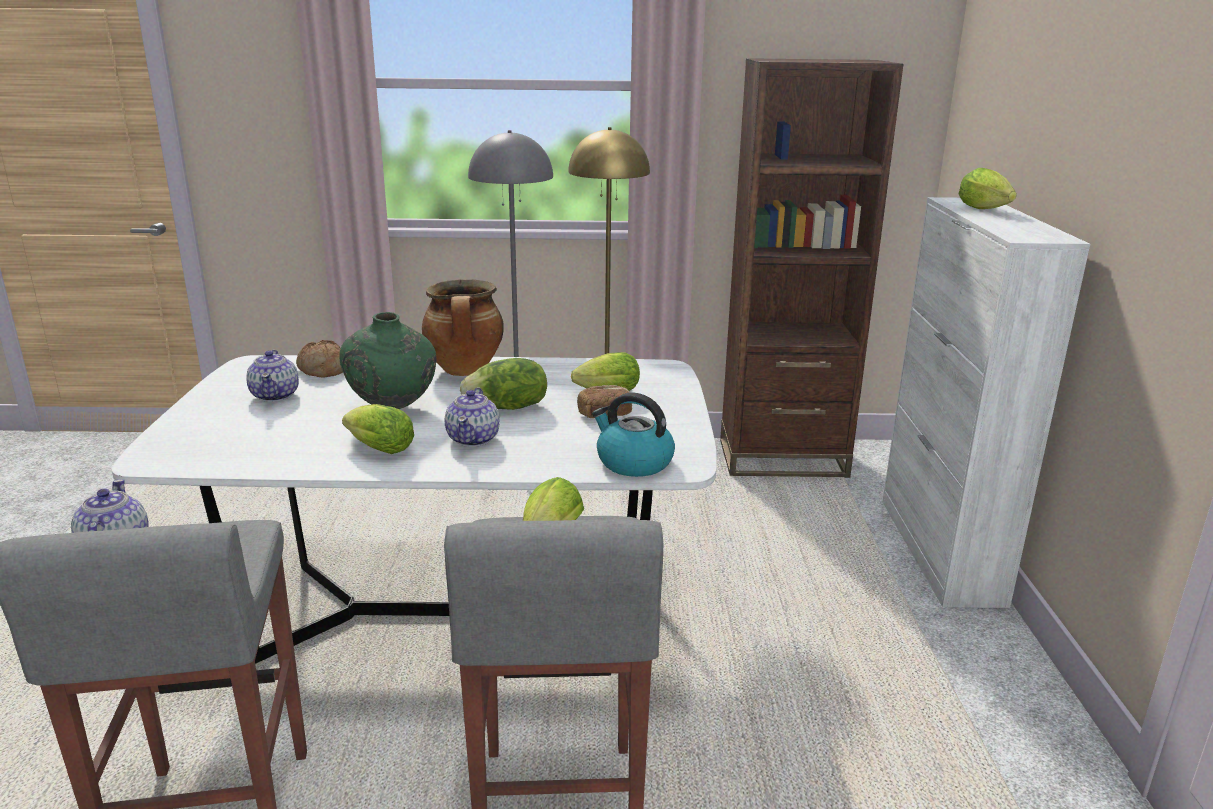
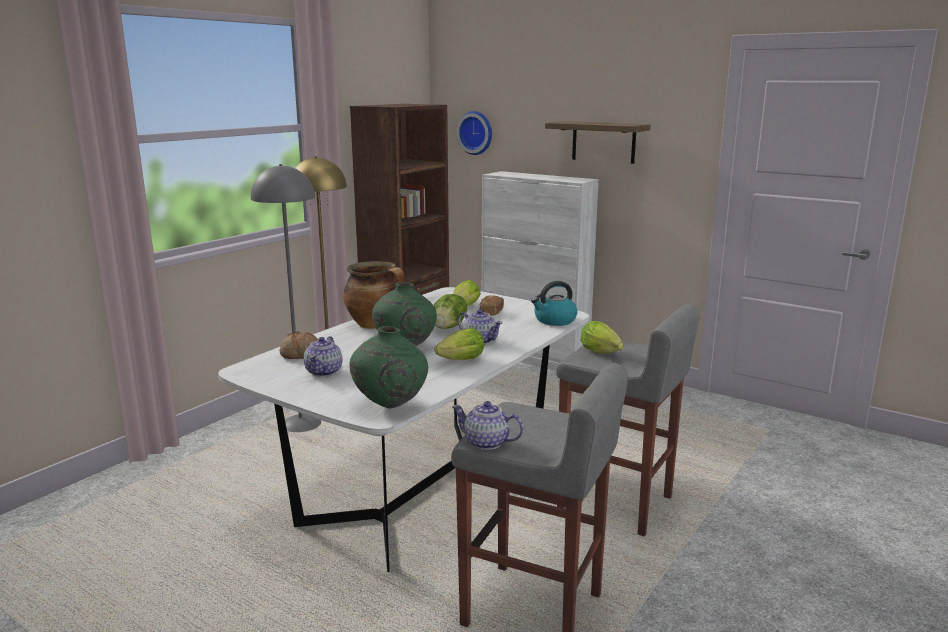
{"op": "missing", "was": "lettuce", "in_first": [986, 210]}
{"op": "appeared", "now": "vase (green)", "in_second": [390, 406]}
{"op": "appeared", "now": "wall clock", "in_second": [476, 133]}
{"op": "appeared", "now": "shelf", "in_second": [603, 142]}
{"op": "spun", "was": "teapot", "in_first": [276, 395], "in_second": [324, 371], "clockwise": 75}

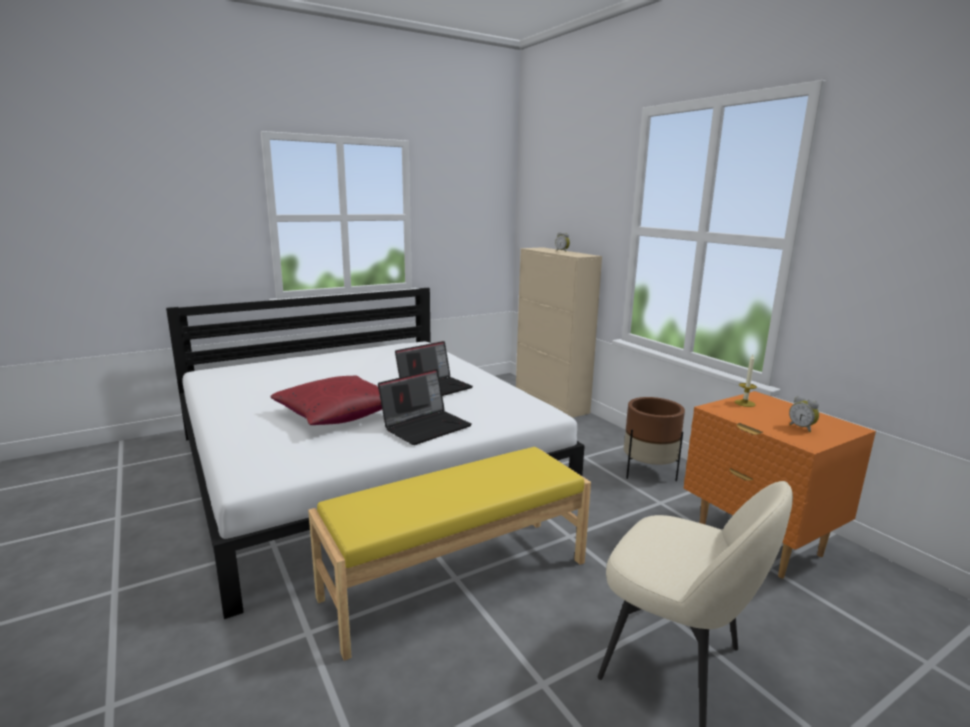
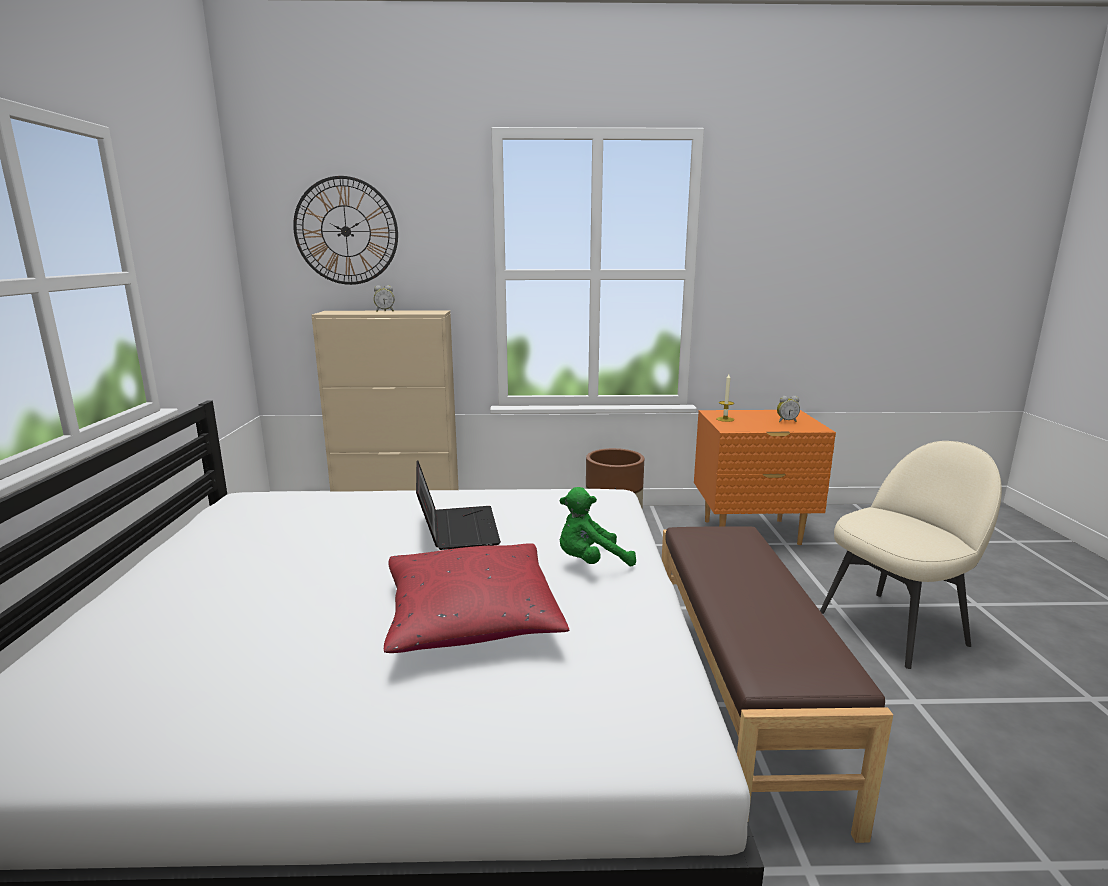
{"op": "appeared", "now": "wall clock", "in_second": [346, 231]}
{"op": "exchanged", "was": "laptop", "now": "plush toy (green)", "in_first": [426, 426], "in_second": [590, 562]}
{"op": "colour", "was": "bench (yellow)", "now": "bench (brown)", "in_first": [456, 578], "in_second": [737, 703]}

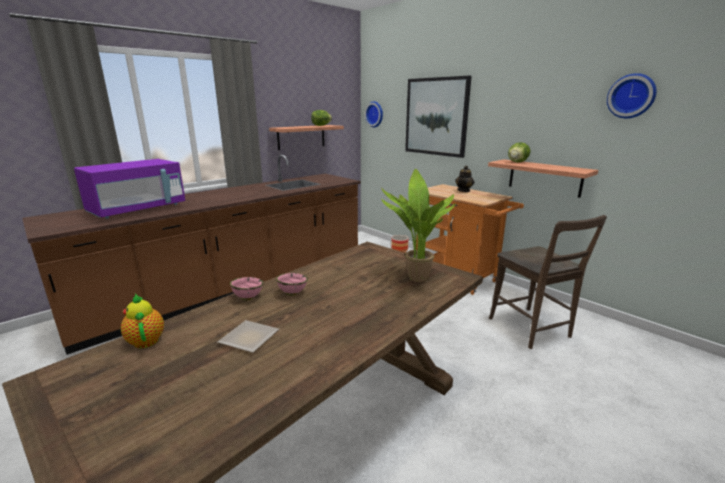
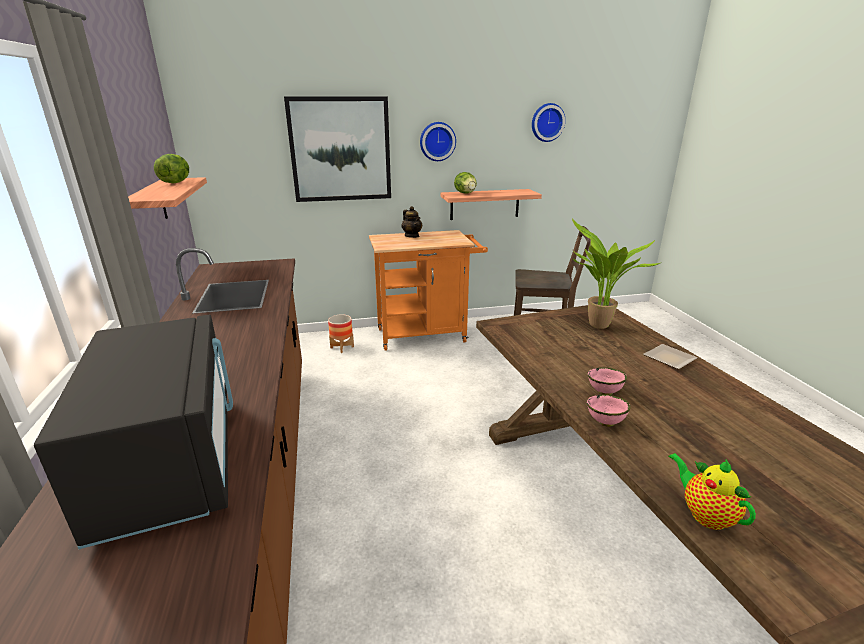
{"op": "relocated", "was": "plate", "in_first": [251, 338], "in_second": [668, 358]}
{"op": "relocated", "was": "wall clock", "in_first": [375, 114], "in_second": [437, 141]}
{"op": "colour", "was": "microwave (purple)", "now": "microwave (black)", "in_first": [138, 209], "in_second": [172, 461]}
{"op": "spun", "was": "teapot", "in_first": [146, 340], "in_second": [704, 514], "clockwise": 60}

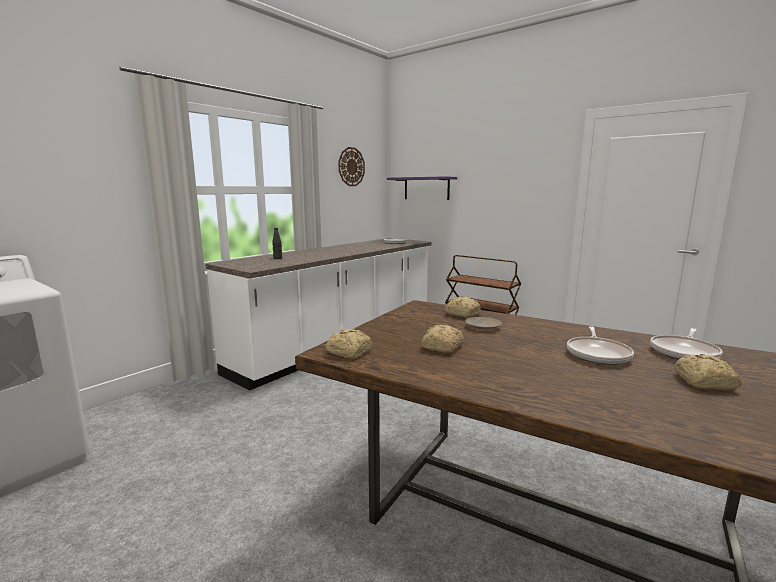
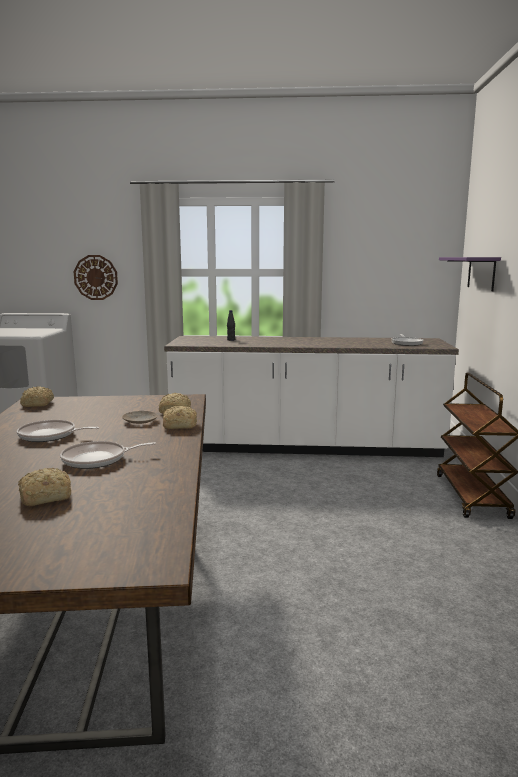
{"op": "relocated", "was": "wall clock", "in_first": [351, 167], "in_second": [96, 277]}
{"op": "relocated", "was": "bread", "in_first": [442, 347], "in_second": [179, 425]}
{"op": "relocated", "was": "frying pan", "in_first": [684, 352], "in_second": [50, 436]}

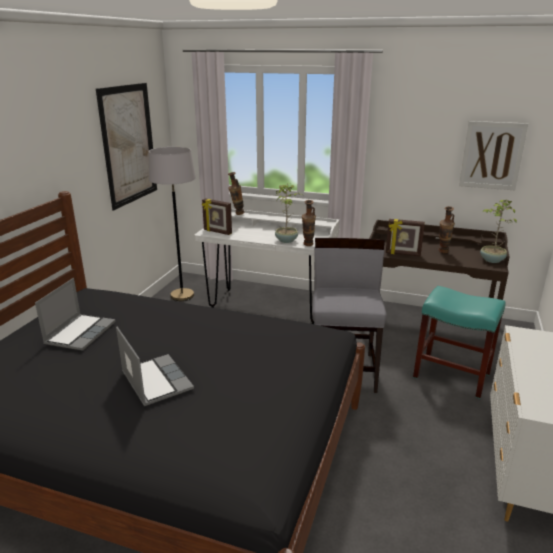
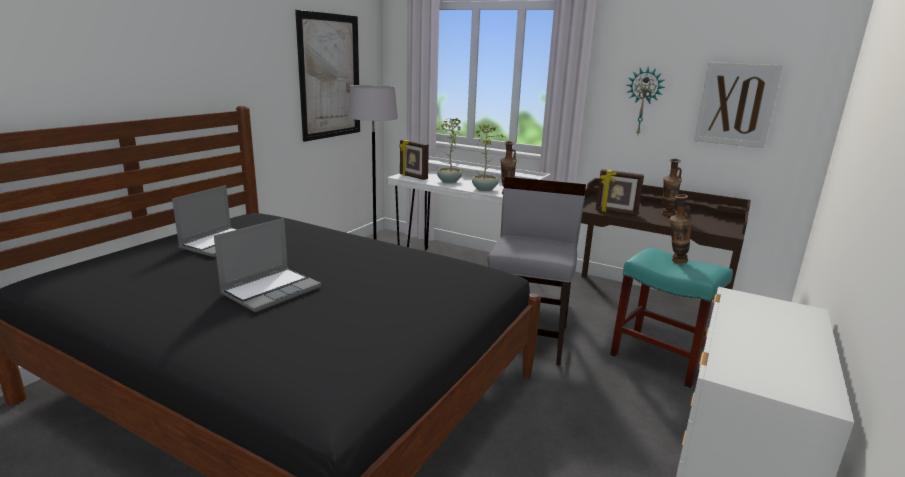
{"op": "appeared", "now": "wall clock", "in_second": [643, 101]}
{"op": "relocated", "was": "vase", "in_first": [236, 214], "in_second": [674, 261]}
{"op": "relocated", "was": "potted plant", "in_first": [491, 260], "in_second": [448, 181]}
{"op": "spun", "was": "laptop", "in_first": [155, 381], "in_second": [271, 290], "clockwise": 60}

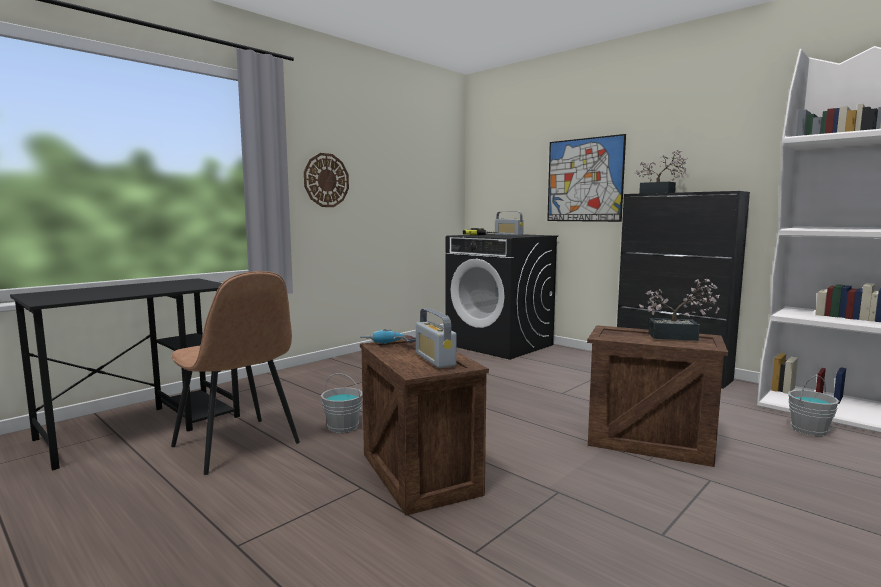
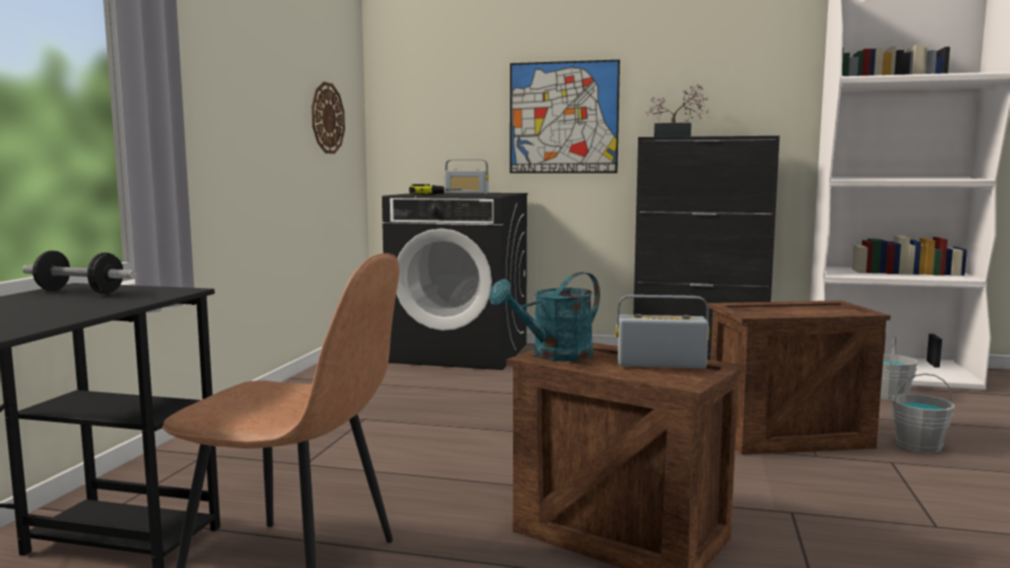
{"op": "missing", "was": "potted plant", "in_first": [679, 337]}
{"op": "appeared", "now": "dumbbell", "in_second": [80, 292]}
{"op": "relocated", "was": "wall clock", "in_first": [326, 180], "in_second": [327, 118]}
{"op": "relocated", "was": "bucket (grey)", "in_first": [343, 426], "in_second": [918, 445]}
{"op": "exchanged", "was": "power drill", "now": "watering can (turquoise)", "in_first": [388, 345], "in_second": [553, 356]}
{"op": "spun", "was": "radio", "in_first": [435, 359], "in_second": [660, 364], "clockwise": 150}

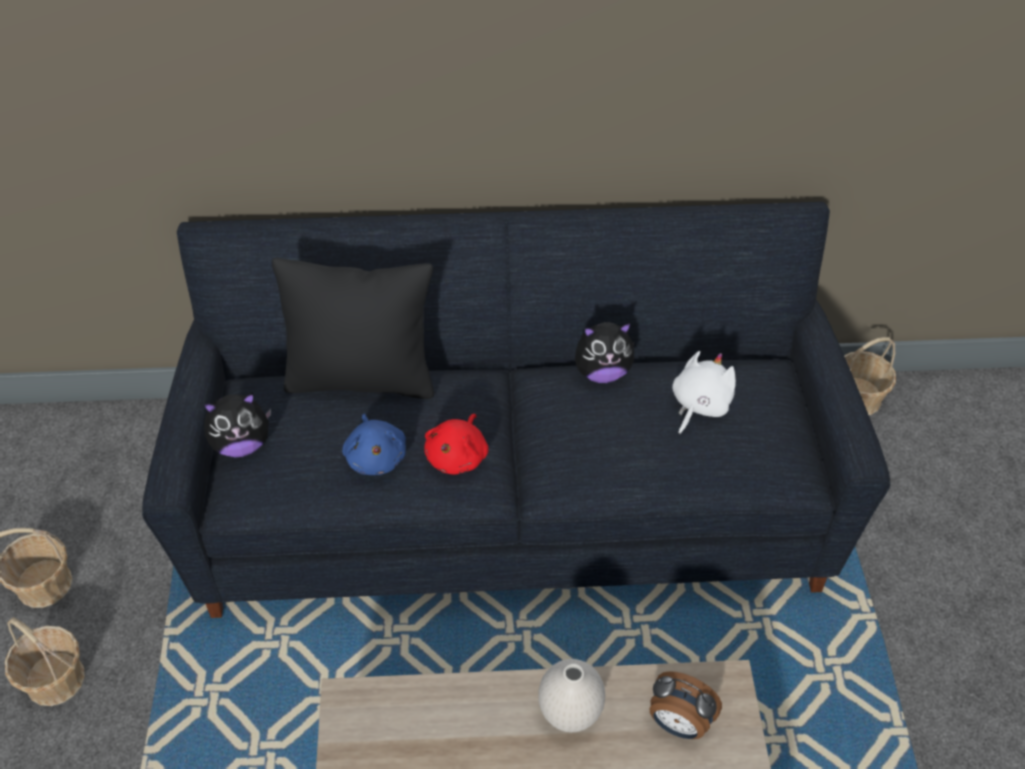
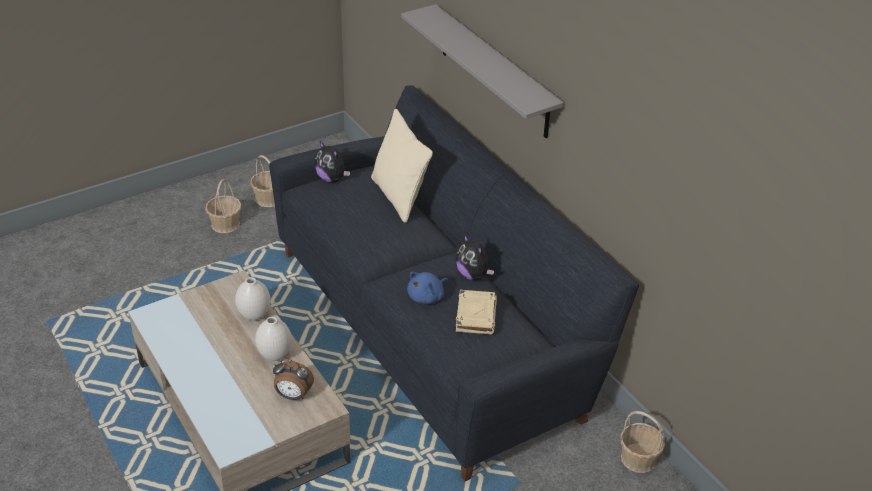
{"op": "missing", "was": "plush toy (red)", "in_first": [458, 456]}
{"op": "appeared", "now": "vase (white)", "in_second": [254, 315]}
{"op": "appeared", "now": "shelf (grey)", "in_second": [494, 72]}
{"op": "relocated", "was": "plush toy (blue)", "in_first": [376, 456], "in_second": [427, 297]}
{"op": "exchanged", "was": "plush toy (white)", "now": "book (beige)", "in_first": [699, 405], "in_second": [475, 315]}
{"op": "colour", "was": "pillow (black)", "now": "pillow (beige)", "in_first": [362, 379], "in_second": [399, 197]}
{"op": "spun", "was": "alarm clock", "in_first": [678, 723], "in_second": [293, 396], "clockwise": -75}

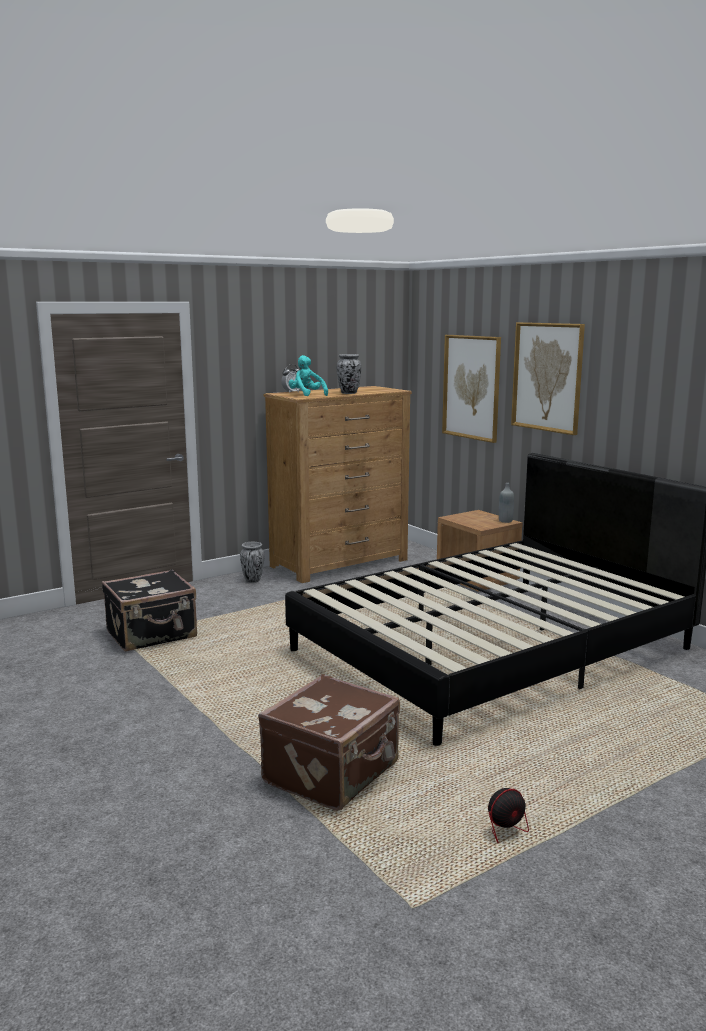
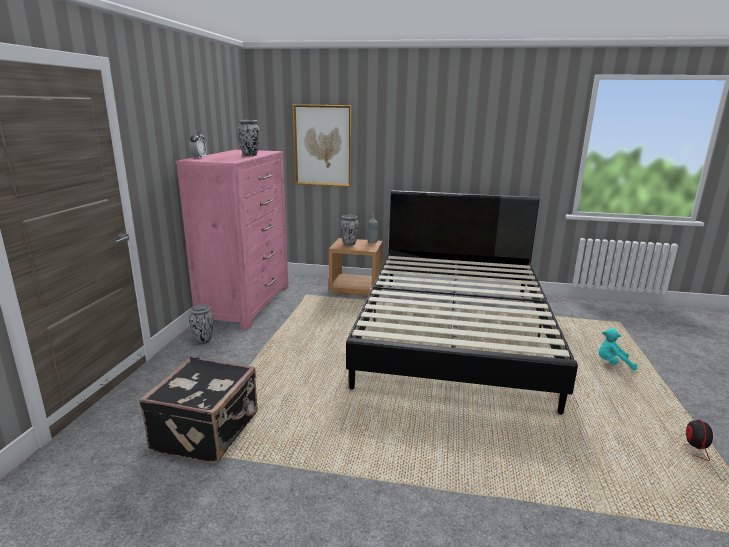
{"op": "missing", "was": "suitcase (brown)", "in_first": [333, 774]}
{"op": "missing", "was": "picture", "in_first": [547, 377]}
{"op": "appeared", "now": "vase", "in_second": [349, 244]}
{"op": "relocated", "was": "plush toy (turquoise)", "in_first": [306, 395], "in_second": [612, 364]}
{"op": "colour", "was": "dresser (brown)", "now": "dresser (pink)", "in_first": [340, 563], "in_second": [246, 304]}

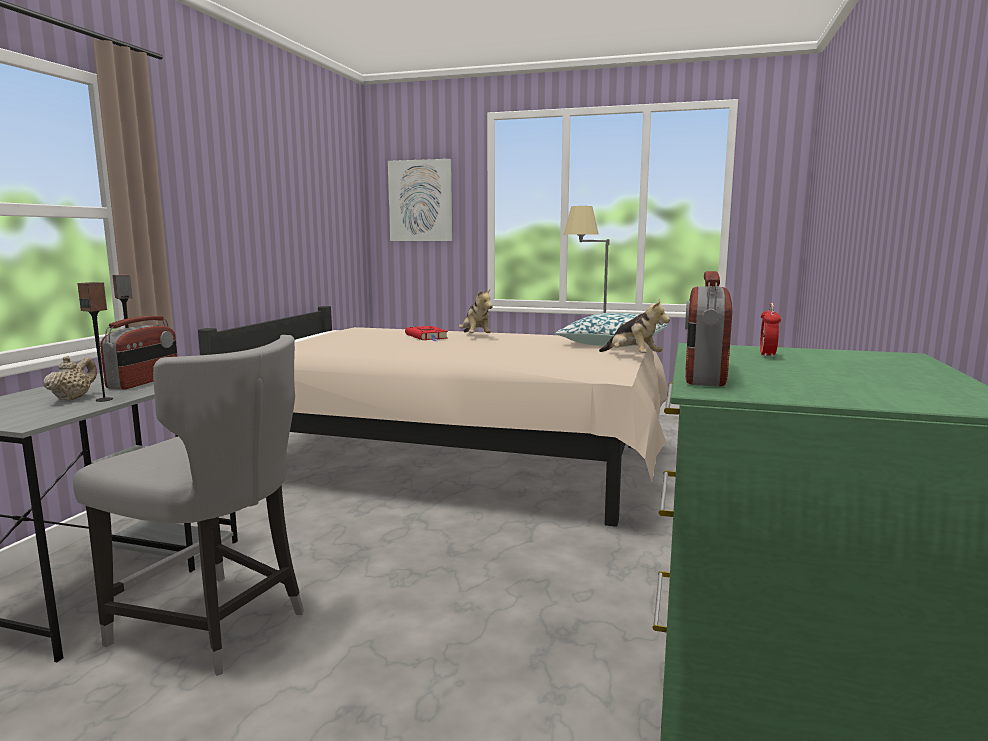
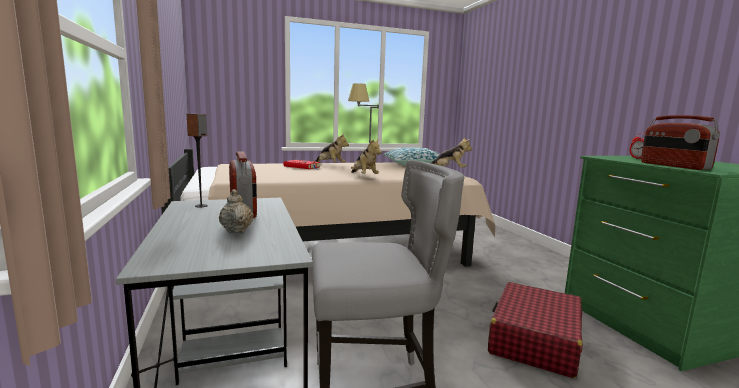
{"op": "missing", "was": "speaker", "in_first": [104, 399]}
{"op": "missing", "was": "picture", "in_first": [420, 201]}
{"op": "appeared", "now": "plush toy", "in_second": [364, 176]}
{"op": "appeared", "now": "suitcase (red)", "in_second": [534, 340]}

